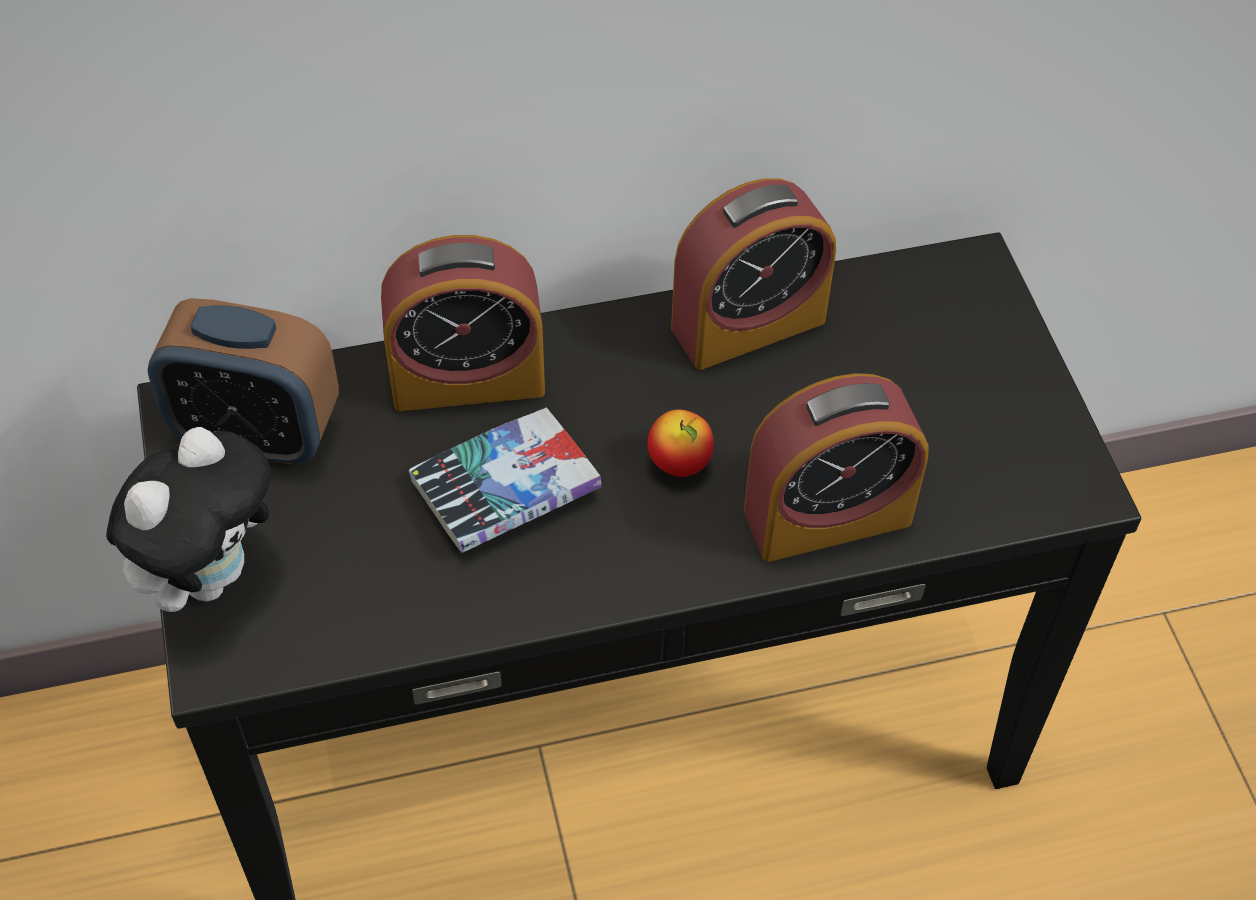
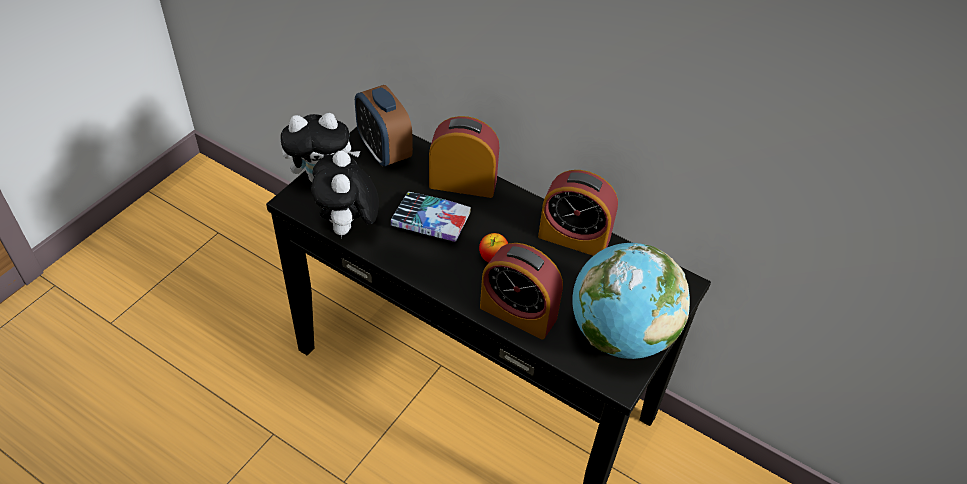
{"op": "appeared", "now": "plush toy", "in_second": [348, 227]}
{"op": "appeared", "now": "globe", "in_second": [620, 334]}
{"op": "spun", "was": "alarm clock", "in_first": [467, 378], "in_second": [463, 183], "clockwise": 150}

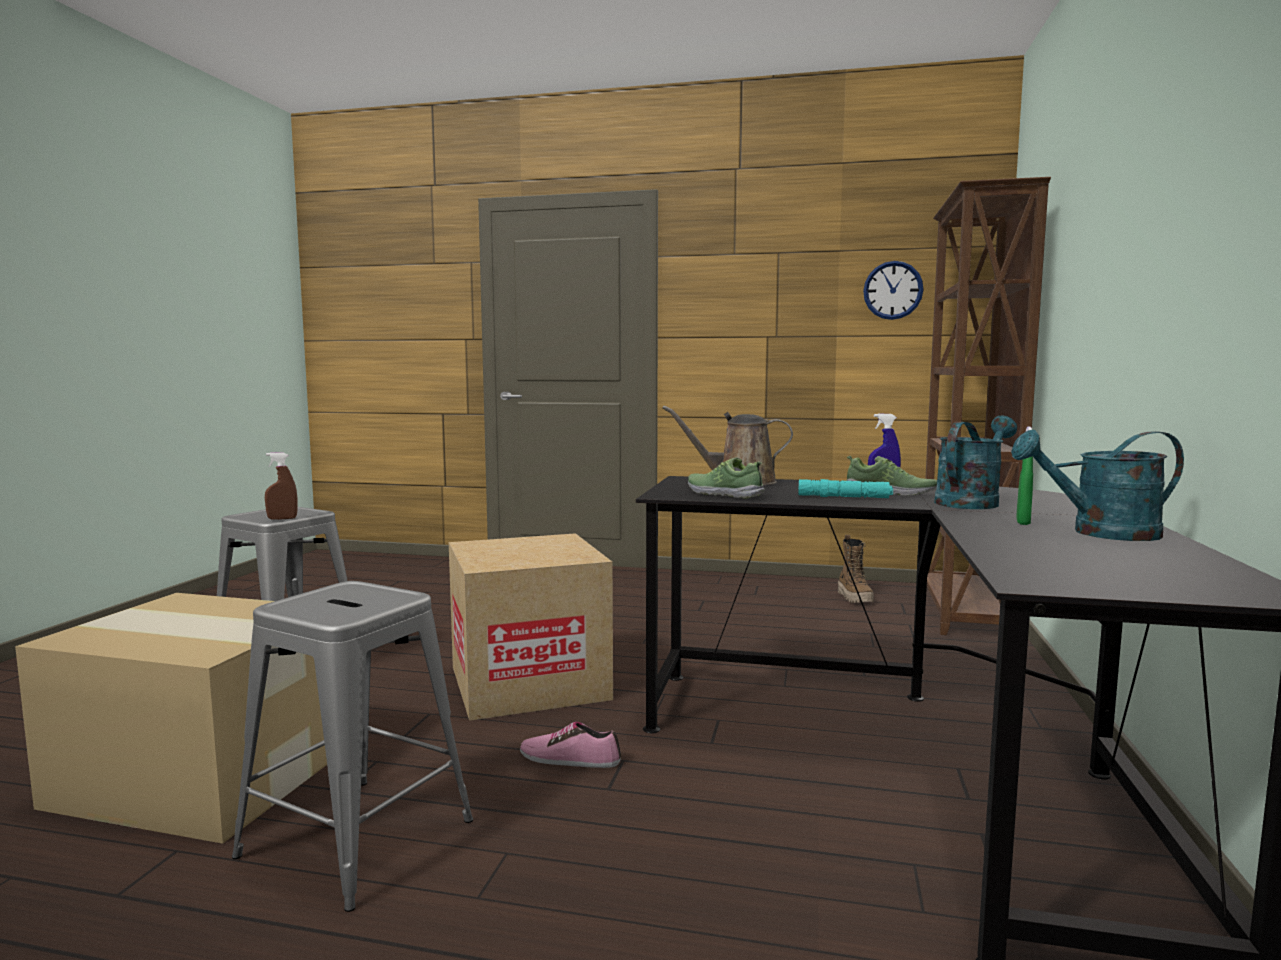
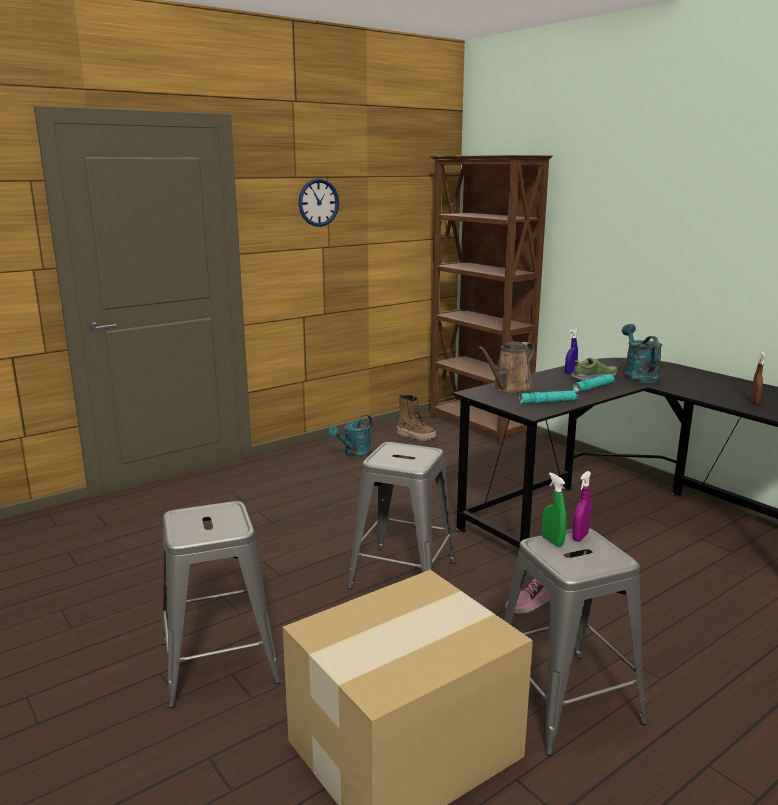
{"op": "appeared", "now": "spray bottle (purple)", "in_second": [580, 537]}
{"op": "relocated", "was": "spray bottle (brown)", "in_first": [282, 518], "in_second": [754, 402]}
{"op": "relocated", "was": "wall clock", "in_first": [893, 290], "in_second": [318, 202]}
{"op": "relocated", "was": "watering can (turquoise)", "in_first": [1101, 533], "in_second": [354, 454]}
{"op": "relocated", "was": "spray bottle (green)", "in_first": [1023, 522], "in_second": [552, 541]}
{"op": "exchanged", "was": "cardboard box", "now": "stool (grey)", "in_first": [528, 683], "in_second": [403, 575]}
{"op": "exchanged", "was": "shoe", "now": "flashlight (turquoise)", "in_first": [724, 494], "in_second": [548, 402]}

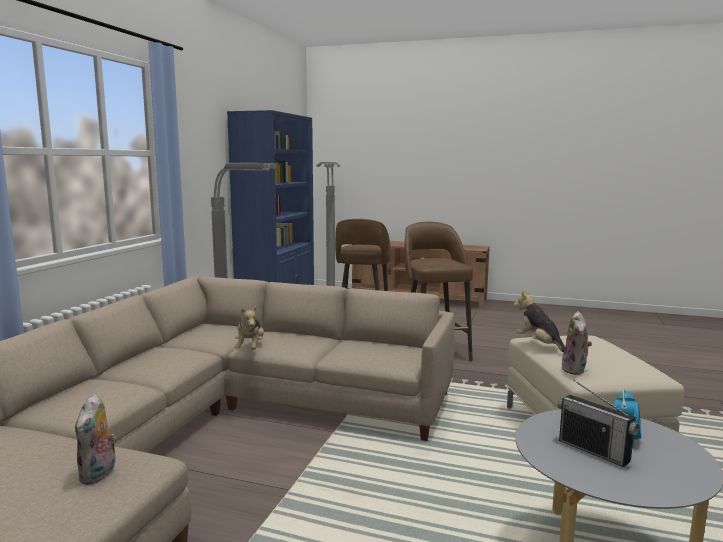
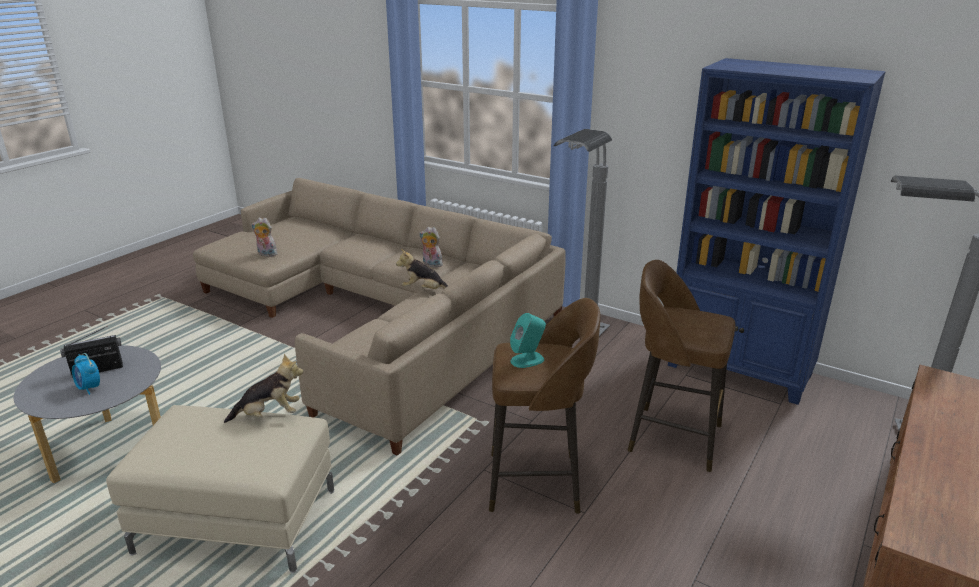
{"op": "appeared", "now": "speaker (turquoise)", "in_second": [527, 360]}
{"op": "relocated", "was": "plush toy", "in_first": [575, 370], "in_second": [431, 265]}

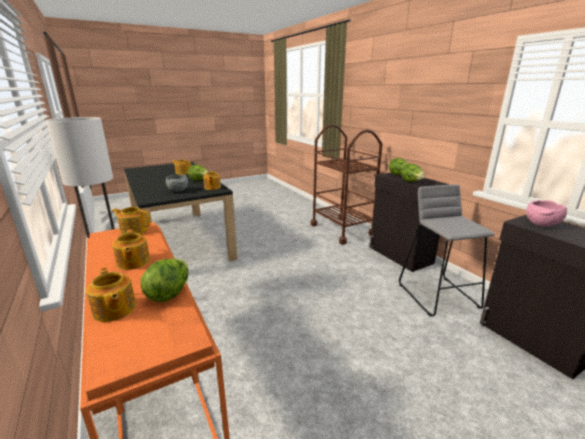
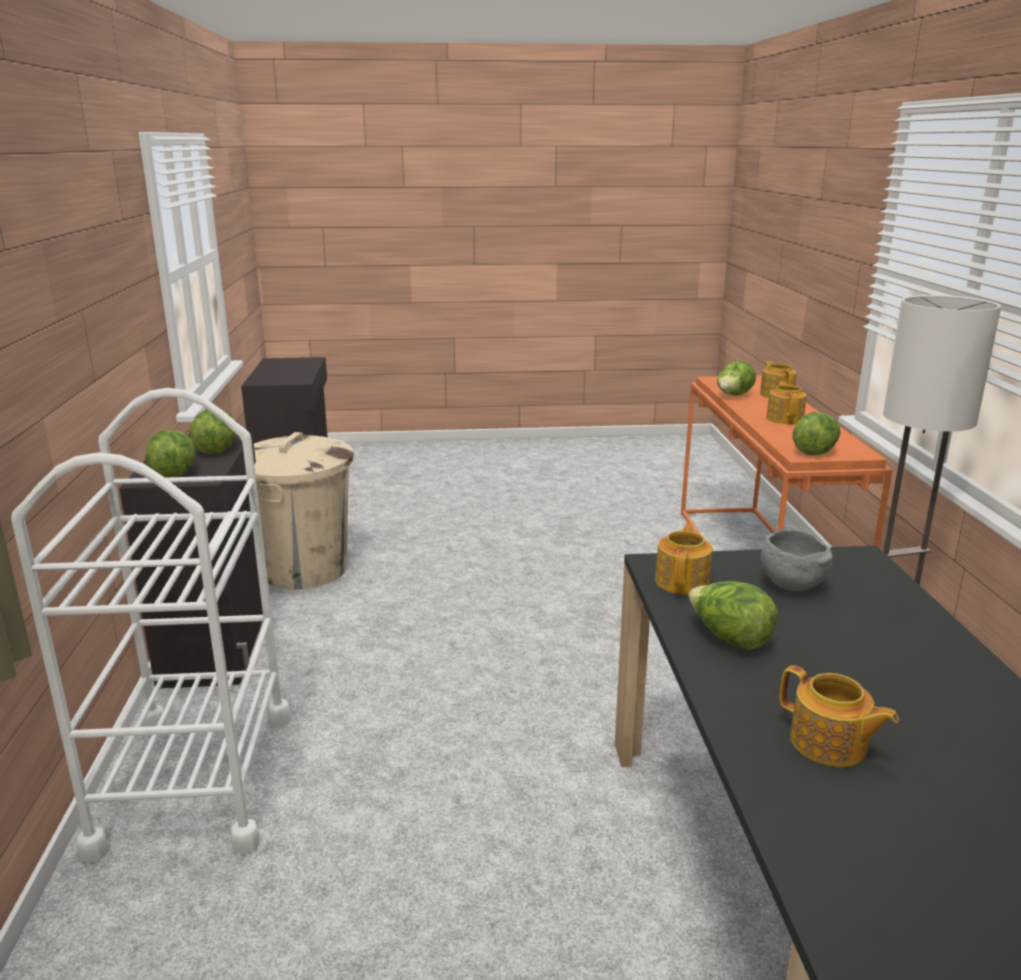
{"op": "missing", "was": "bowl (pink)", "in_first": [541, 225]}
{"op": "exchanged", "was": "teapot", "now": "lettuce", "in_first": [134, 231], "in_second": [815, 451]}
{"op": "exchanged", "was": "stool (grey)", "now": "trash can (beige)", "in_first": [438, 295], "in_second": [303, 569]}
{"op": "colour", "was": "cart (brown)", "now": "cart (white)", "in_first": [342, 230], "in_second": [195, 780]}

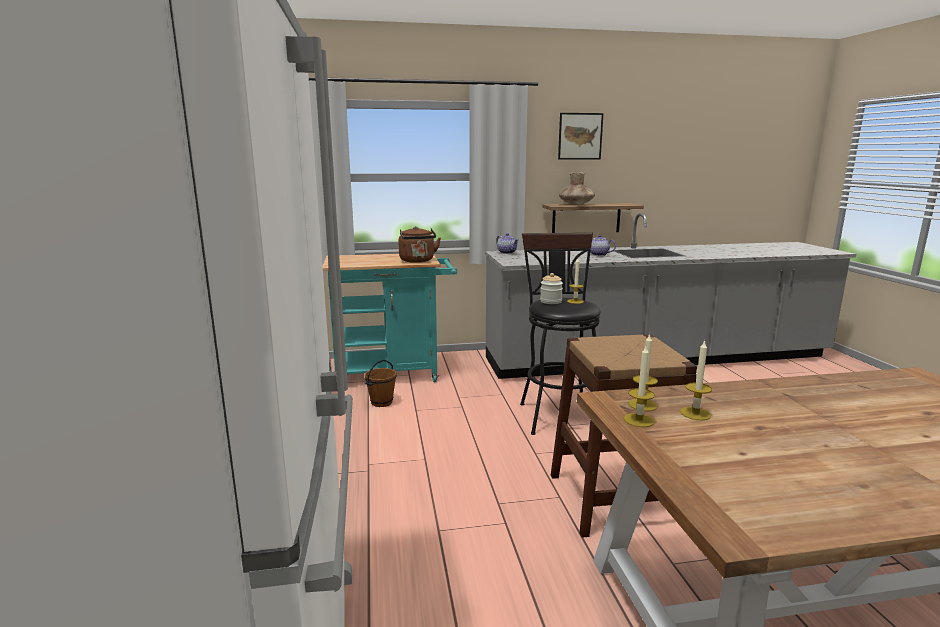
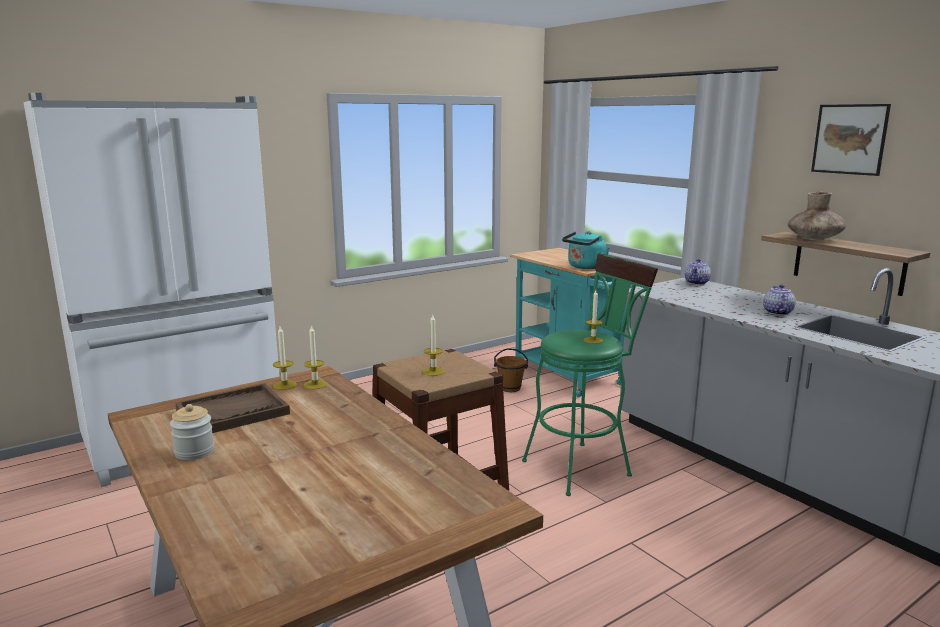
{"op": "appeared", "now": "tray (brown)", "in_second": [233, 412]}
{"op": "relocated", "was": "jar", "in_first": [551, 301], "in_second": [194, 452]}
{"op": "relocated", "was": "candle", "in_first": [695, 413], "in_second": [433, 371]}
{"op": "colour", "was": "kettle (brown)", "now": "kettle (turquoise)", "in_first": [417, 261], "in_second": [585, 267]}
{"op": "colour", "was": "stool (black)", "now": "stool (green)", "in_first": [557, 413], "in_second": [583, 465]}

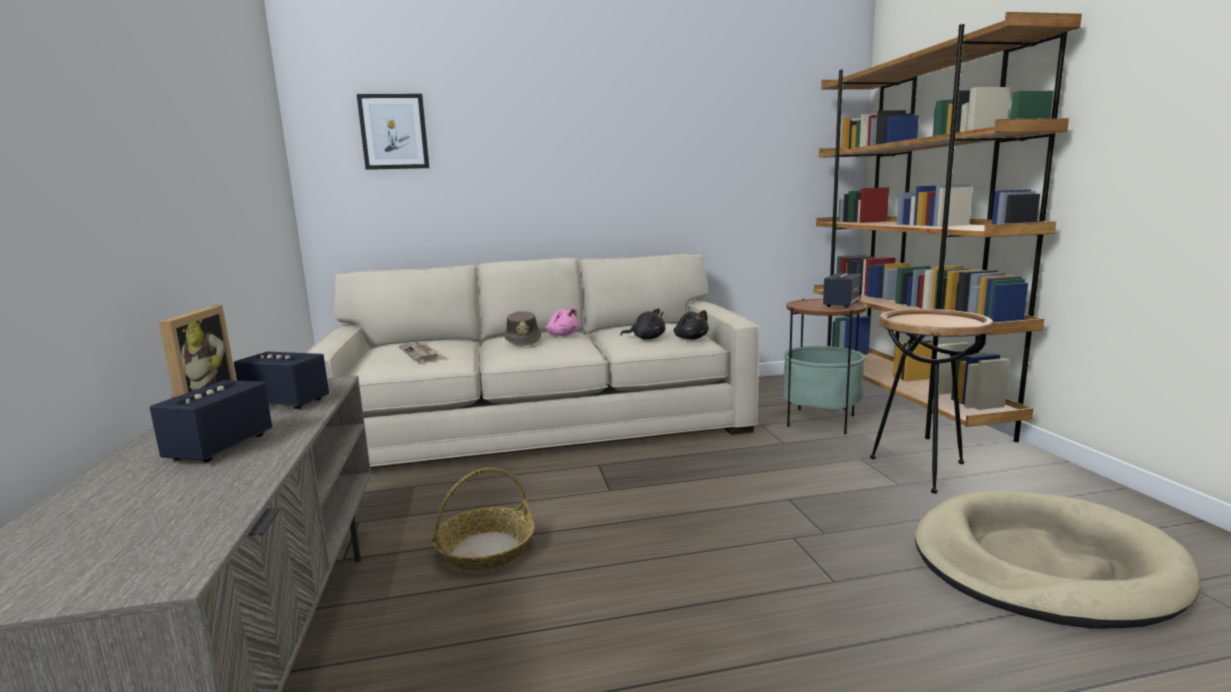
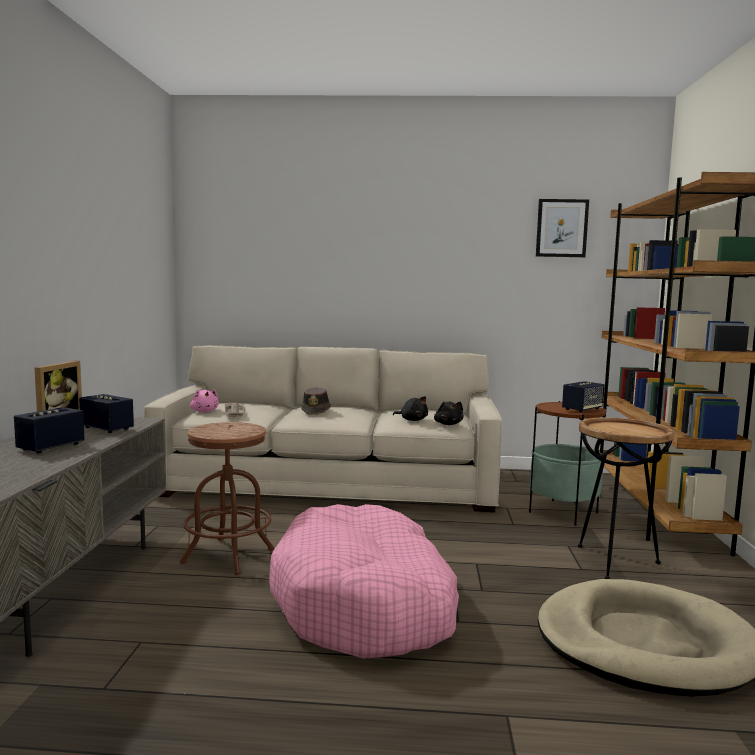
{"op": "appeared", "now": "dog bed (pink)", "in_second": [365, 603]}
{"op": "relocated", "was": "picture", "in_first": [394, 132], "in_second": [561, 228]}
{"op": "relocated", "was": "plush toy (pink)", "in_first": [562, 335], "in_second": [204, 411]}
{"op": "exchanged", "was": "basket", "now": "stool (brown)", "in_first": [486, 549], "in_second": [228, 556]}

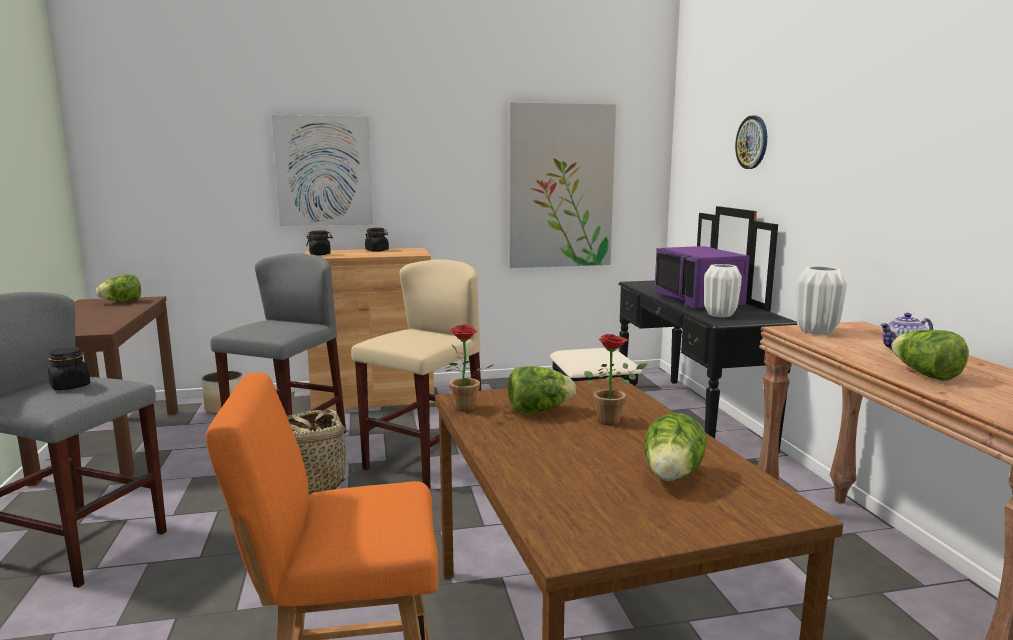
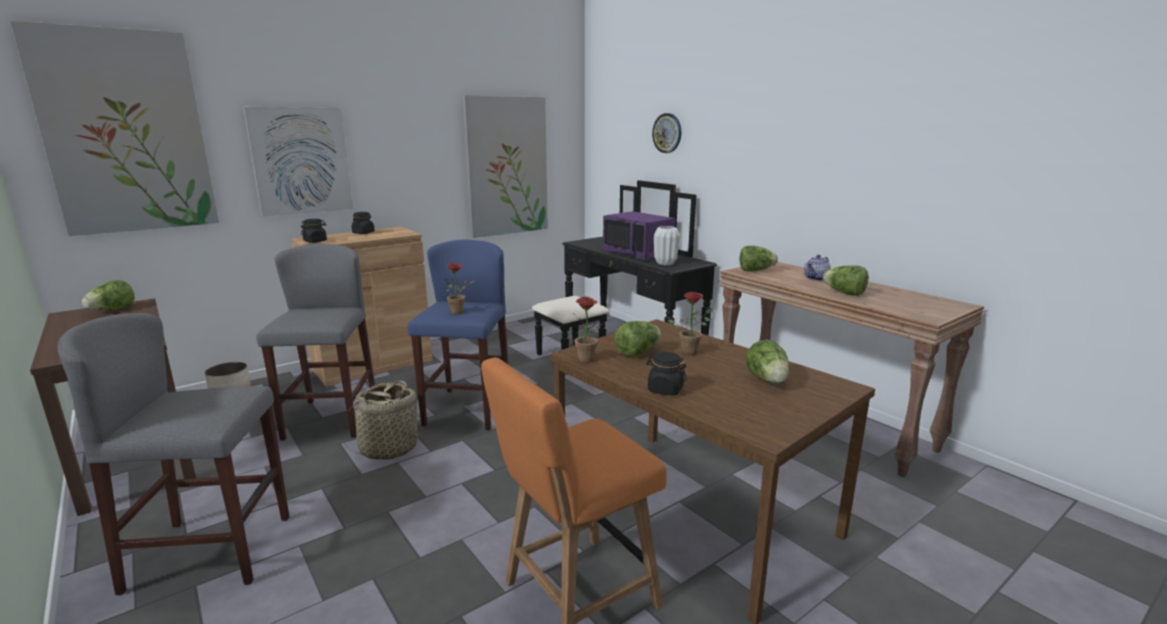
{"op": "appeared", "now": "picture", "in_second": [126, 133]}
{"op": "appeared", "now": "potted plant", "in_second": [460, 312]}
{"op": "relocated", "was": "jar (black)", "in_first": [70, 386], "in_second": [665, 389]}
{"op": "exchanged", "was": "vase (white)", "now": "lettuce", "in_first": [815, 331], "in_second": [755, 271]}
{"op": "colour", "was": "stool (beige)", "now": "stool (blue)", "in_first": [424, 461], "in_second": [467, 409]}

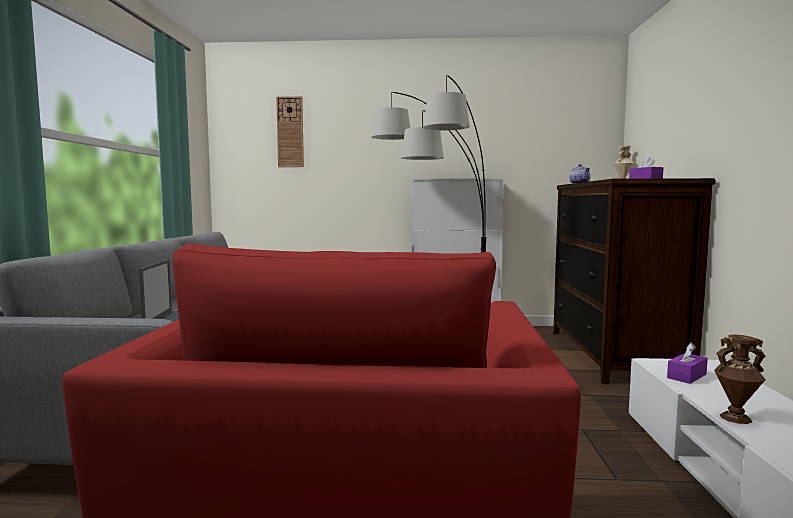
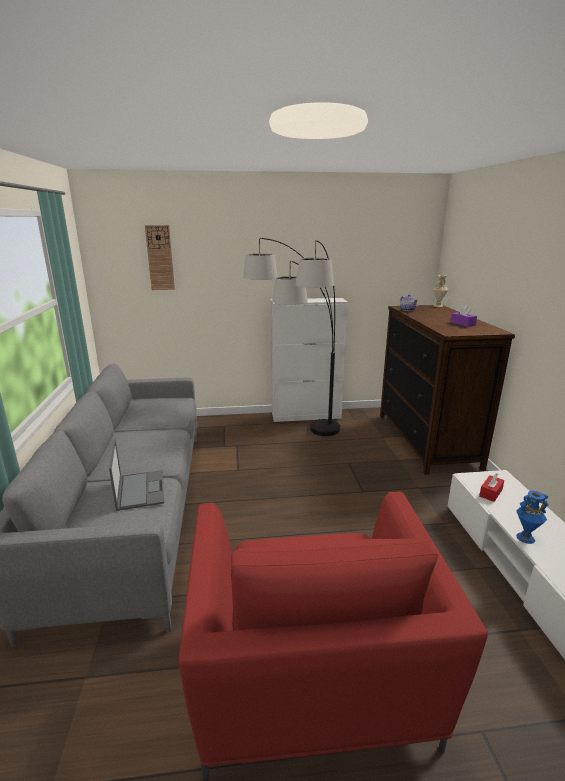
{"op": "colour", "was": "tissue box (purple)", "now": "tissue box (red)", "in_first": [686, 376], "in_second": [490, 493]}
{"op": "colour", "was": "vase (brown)", "now": "vase (blue)", "in_first": [735, 418], "in_second": [525, 538]}

